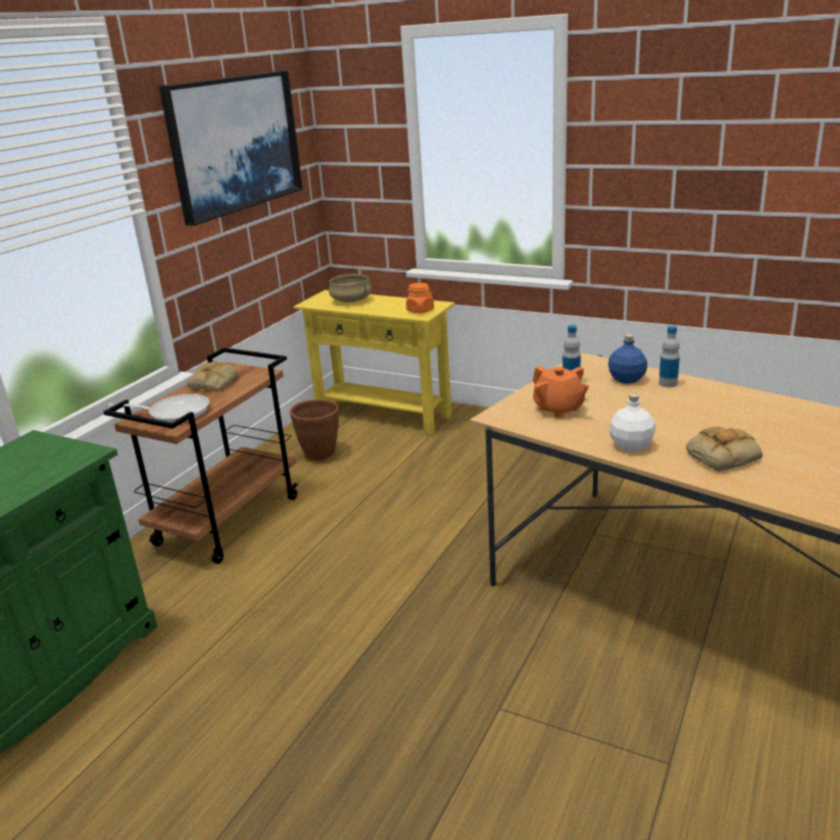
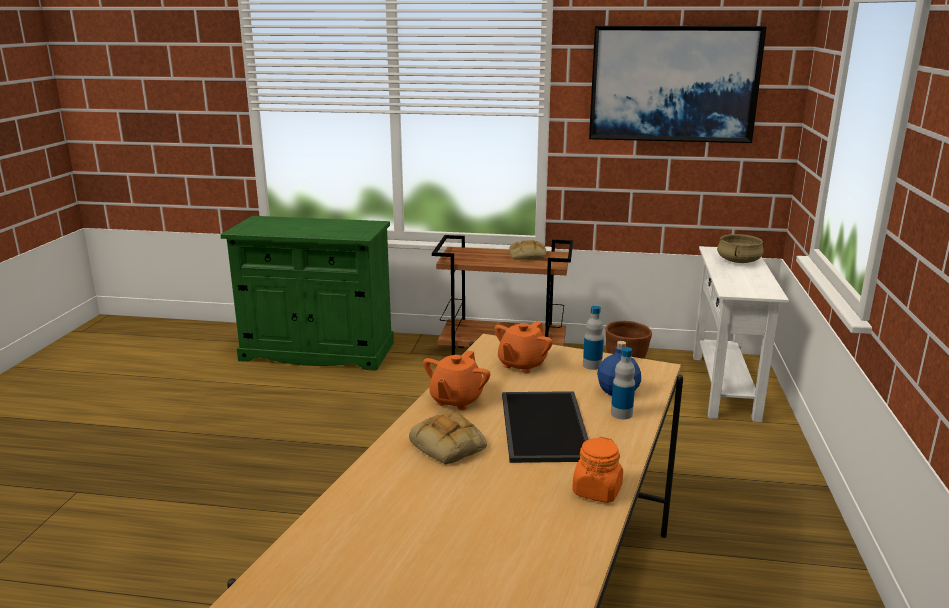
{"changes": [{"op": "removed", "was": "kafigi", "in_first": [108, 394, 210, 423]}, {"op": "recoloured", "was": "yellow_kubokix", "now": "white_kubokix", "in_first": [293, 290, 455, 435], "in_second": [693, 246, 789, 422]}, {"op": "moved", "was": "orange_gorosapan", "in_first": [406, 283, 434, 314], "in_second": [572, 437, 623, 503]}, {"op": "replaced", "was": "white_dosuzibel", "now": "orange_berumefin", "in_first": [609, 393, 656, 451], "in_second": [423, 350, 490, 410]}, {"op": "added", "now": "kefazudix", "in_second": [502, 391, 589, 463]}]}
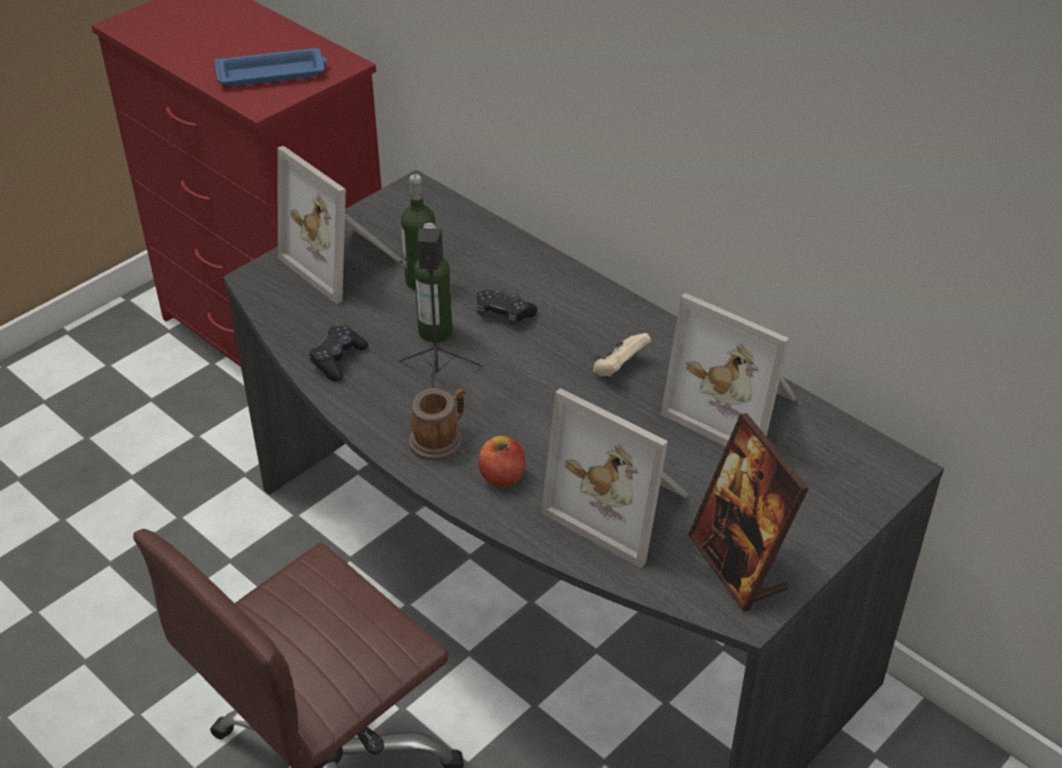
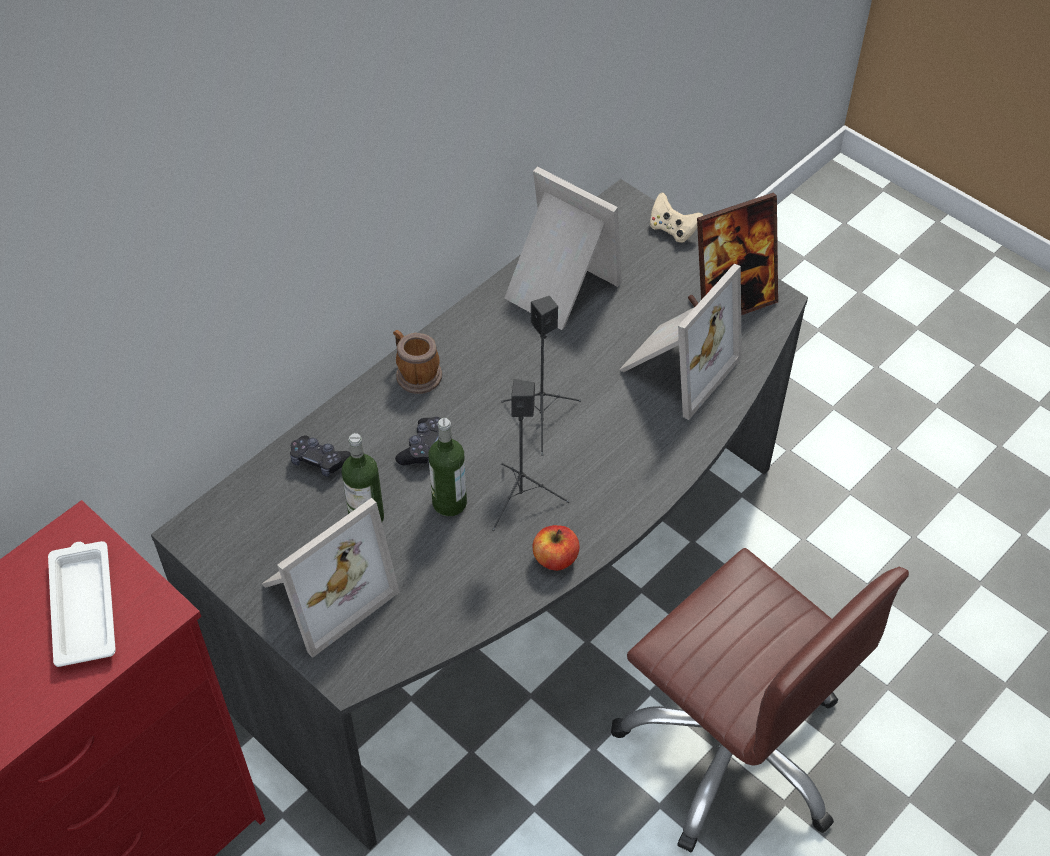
{"changes": [{"op": "recoloured", "was": "blue_kefazudix", "now": "white_kefazudix", "in_first": [214, 48, 328, 86], "in_second": [48, 541, 116, 667]}, {"op": "moved", "was": "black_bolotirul", "in_first": [309, 326, 369, 381], "in_second": [290, 435, 351, 477]}, {"op": "moved", "was": "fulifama", "in_first": [409, 388, 466, 460], "in_second": [393, 330, 442, 394]}, {"op": "moved", "was": "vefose", "in_first": [478, 436, 525, 487], "in_second": [533, 525, 579, 571]}, {"op": "moved", "was": "beige_bolotirul", "in_first": [593, 333, 651, 377], "in_second": [650, 192, 703, 243]}, {"op": "turned", "was": "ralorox", "in_first": [661, 293, 796, 447], "in_second": [504, 167, 622, 330], "clockwise": -90}, {"op": "added", "now": "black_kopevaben", "in_second": [501, 296, 581, 456]}]}
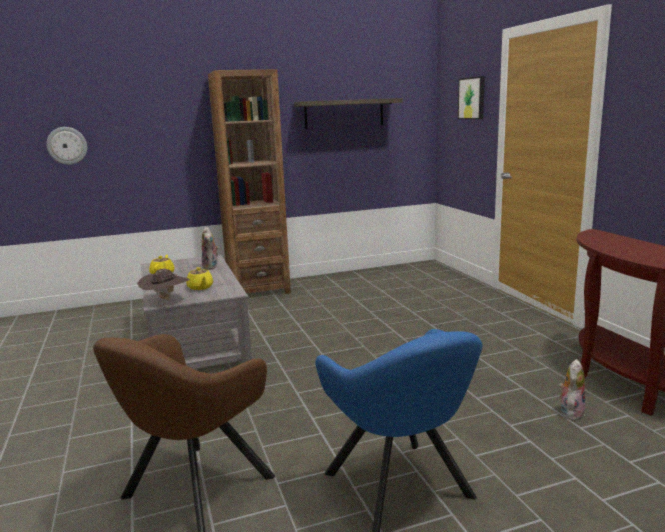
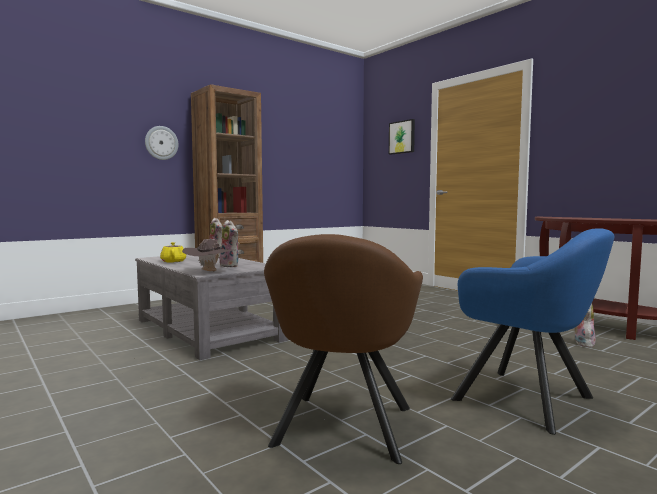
{"changes": [{"op": "moved", "was": "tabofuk", "in_first": [46, 127, 87, 165], "in_second": [145, 126, 179, 160]}, {"op": "replaced", "was": "yellow_berumefin", "now": "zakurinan", "in_first": [186, 267, 213, 290], "in_second": [219, 220, 240, 267]}, {"op": "removed", "was": "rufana", "in_first": [294, 98, 403, 129]}]}
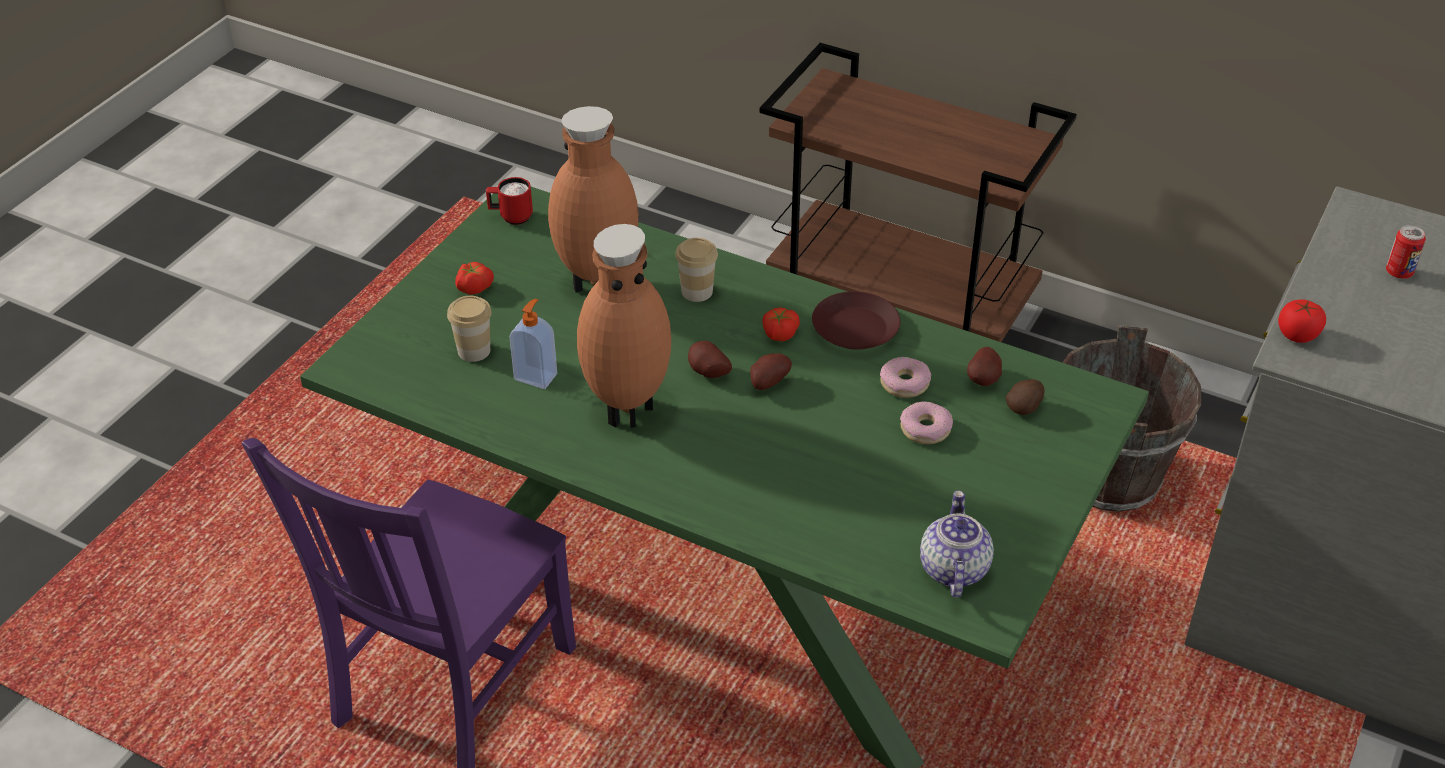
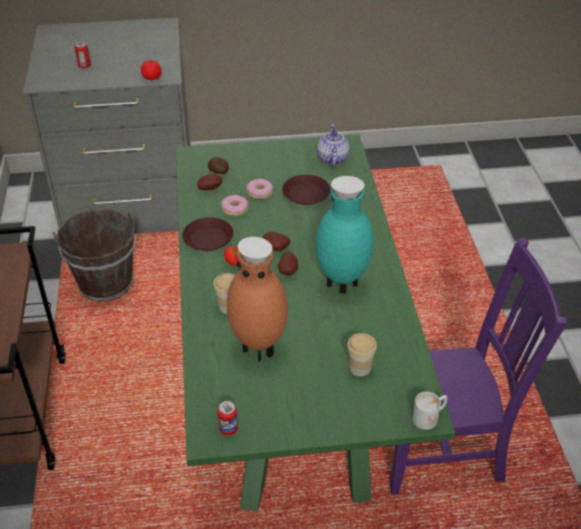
{"changes": [{"op": "removed", "was": "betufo", "in_first": [455, 262, 494, 294]}, {"op": "replaced", "was": "red_fulifama", "now": "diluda", "in_first": [486, 177, 533, 225], "in_second": [217, 401, 238, 436]}, {"op": "removed", "was": "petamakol", "in_first": [509, 299, 557, 389]}, {"op": "recoloured", "was": "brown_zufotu", "now": "turquoise_zufotu", "in_first": [577, 224, 671, 428], "in_second": [316, 176, 373, 293]}, {"op": "turned", "was": "berumefin", "in_first": [920, 490, 994, 598], "in_second": [317, 125, 350, 166], "clockwise": 120}, {"op": "added", "now": "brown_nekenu", "in_second": [282, 175, 330, 205]}, {"op": "added", "now": "white_fulifama", "in_second": [412, 392, 447, 430]}]}
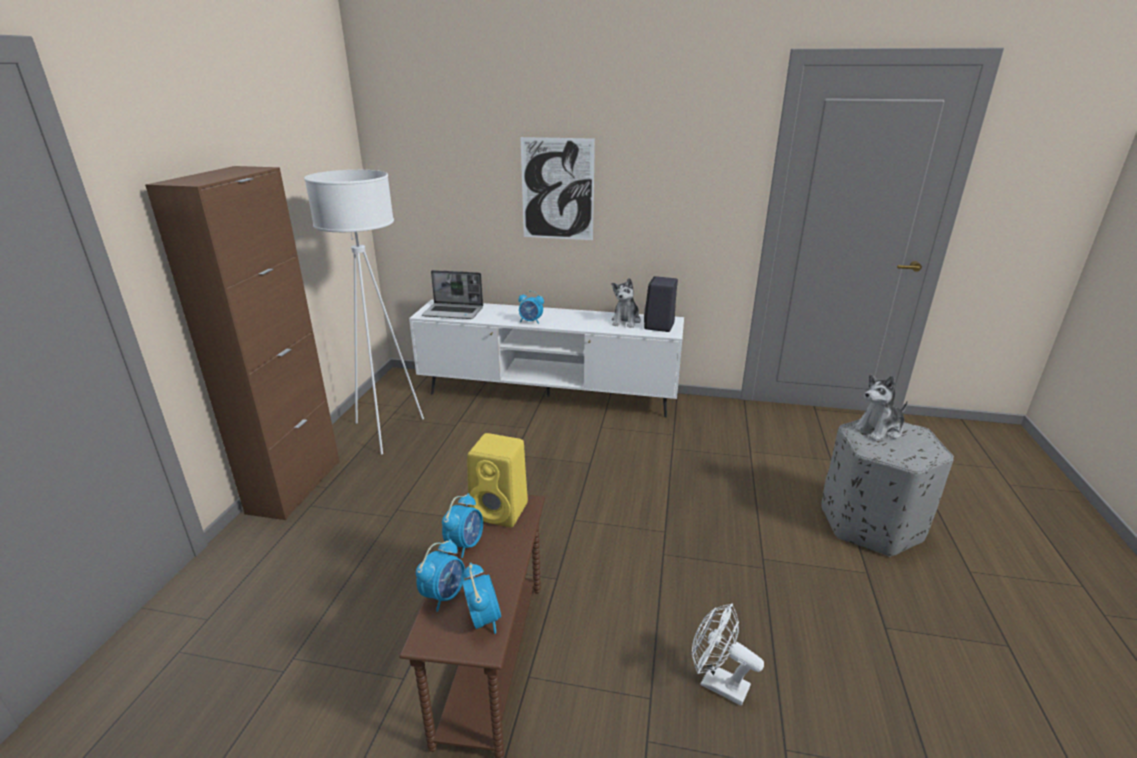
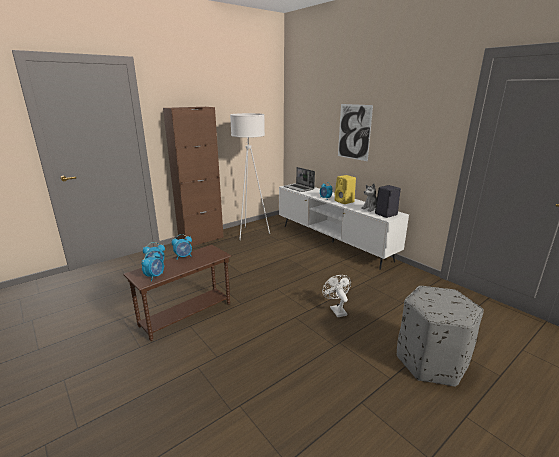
{"changes": [{"op": "moved", "was": "yellow_kopevaben", "in_first": [467, 433, 528, 527], "in_second": [335, 175, 356, 204]}, {"op": "moved", "was": "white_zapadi", "in_first": [691, 604, 764, 706], "in_second": [322, 275, 351, 317]}, {"op": "removed", "was": "zakurinan", "in_first": [853, 374, 908, 441]}]}
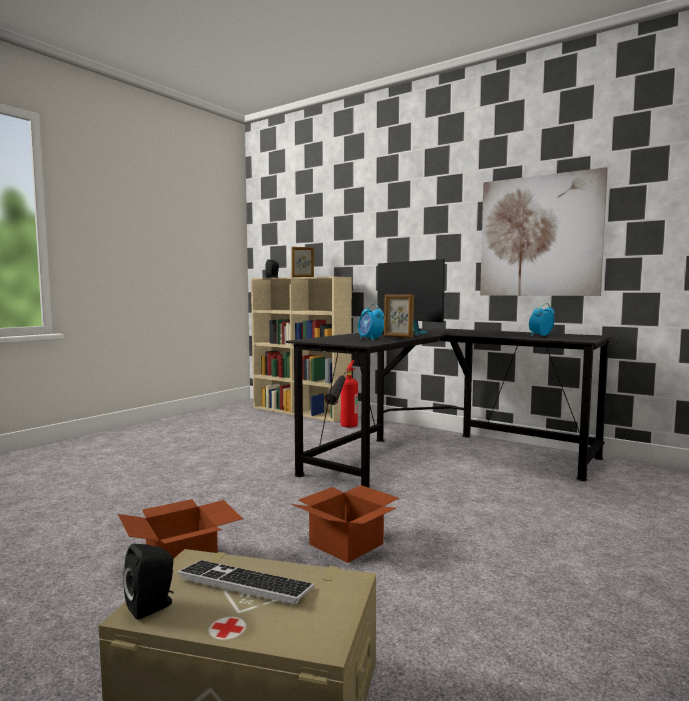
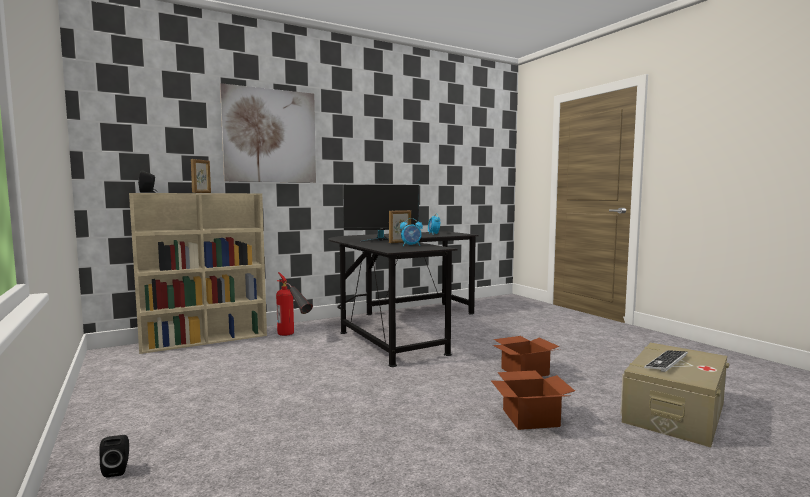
{"changes": [{"op": "moved", "was": "black_kopevaben", "in_first": [123, 544, 174, 620], "in_second": [99, 435, 129, 477]}, {"op": "moved", "was": "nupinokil", "in_first": [480, 167, 608, 296], "in_second": [220, 83, 316, 183]}]}
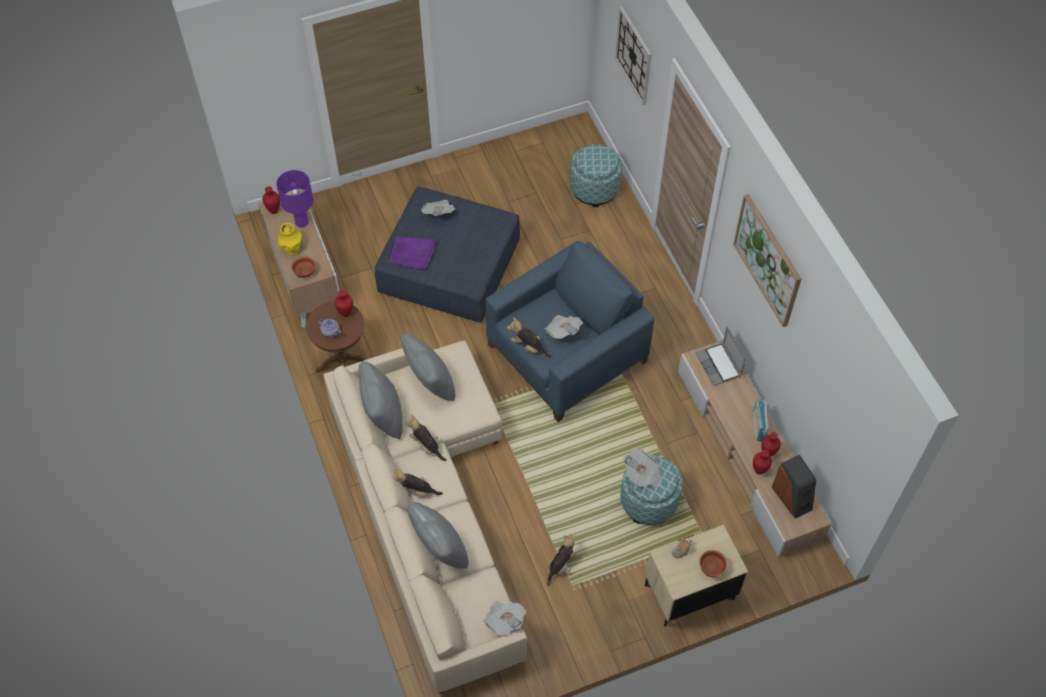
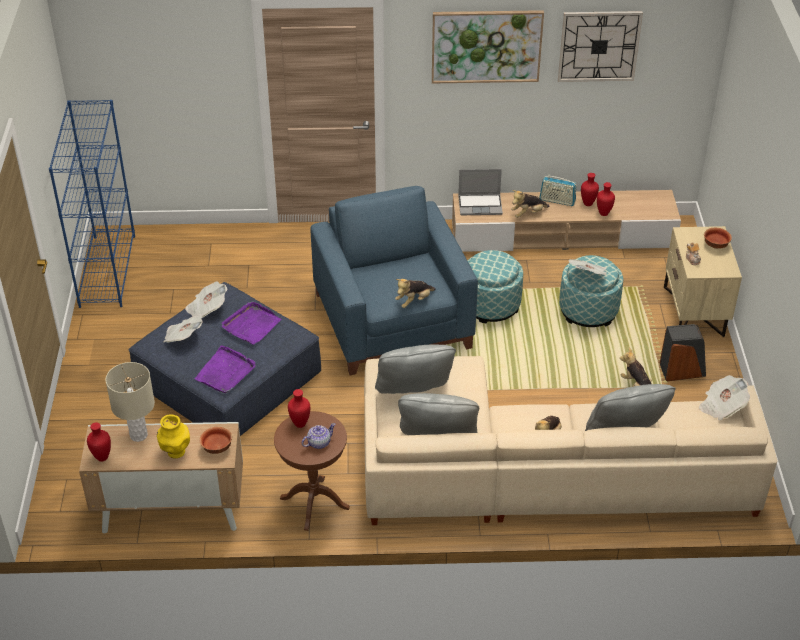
{"changes": [{"op": "recoloured", "was": "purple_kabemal", "now": "beige_kabemal", "in_first": [276, 170, 314, 228], "in_second": [106, 362, 155, 442]}, {"op": "moved", "was": "zakurinan", "in_first": [405, 415, 446, 461], "in_second": [511, 190, 550, 218]}, {"op": "moved", "was": "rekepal", "in_first": [545, 315, 583, 339], "in_second": [185, 281, 228, 318]}, {"op": "moved", "was": "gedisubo", "in_first": [570, 144, 622, 207], "in_second": [467, 250, 523, 324]}, {"op": "moved", "was": "tabofuk", "in_first": [615, 7, 652, 105], "in_second": [558, 11, 643, 82]}, {"op": "moved", "was": "kopevaben", "in_first": [772, 455, 816, 519], "in_second": [659, 324, 706, 381]}, {"op": "added", "now": "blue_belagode", "in_second": [49, 100, 135, 308]}, {"op": "added", "now": "purple_kefazudix", "in_second": [222, 301, 281, 345]}]}
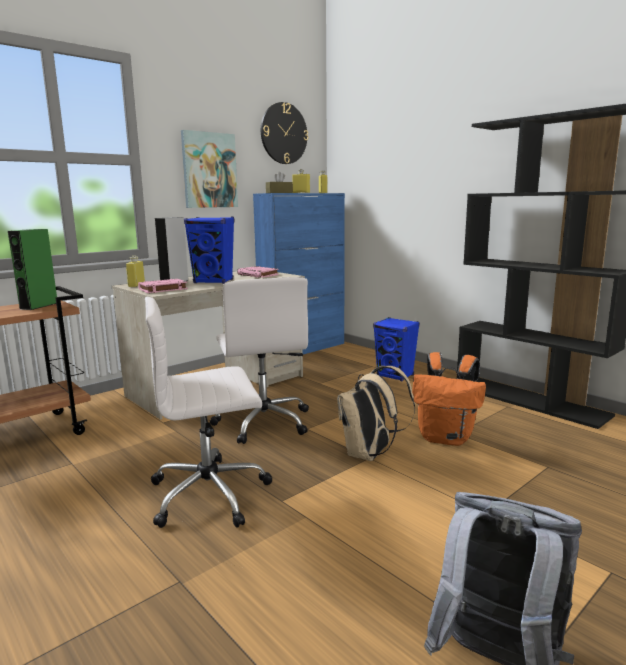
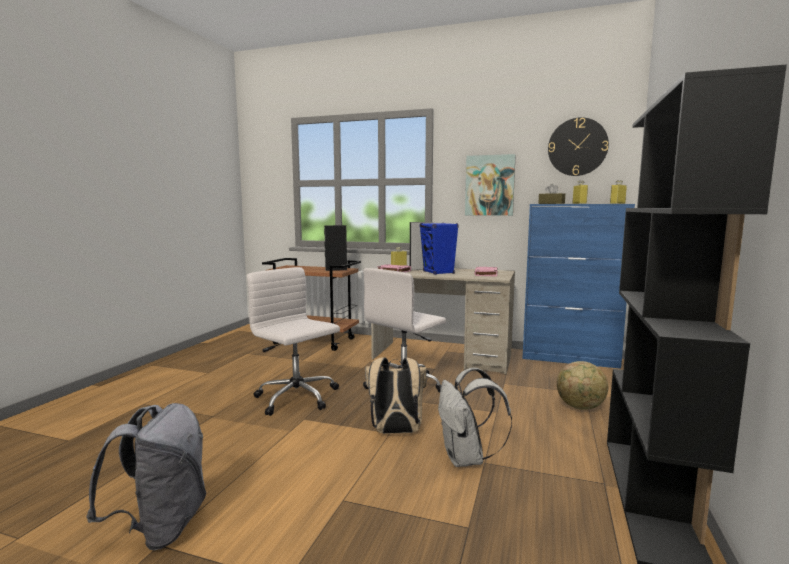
{"changes": [{"op": "recoloured", "was": "green_kopevaben", "now": "black_kopevaben", "in_first": [8, 229, 57, 310], "in_second": [324, 225, 347, 271]}, {"op": "replaced", "was": "blue_kopevaben", "now": "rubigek", "in_first": [373, 317, 420, 381], "in_second": [557, 361, 608, 410]}, {"op": "recoloured", "was": "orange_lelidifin", "now": "white_lelidifin", "in_first": [412, 352, 486, 446], "in_second": [438, 368, 512, 467]}]}
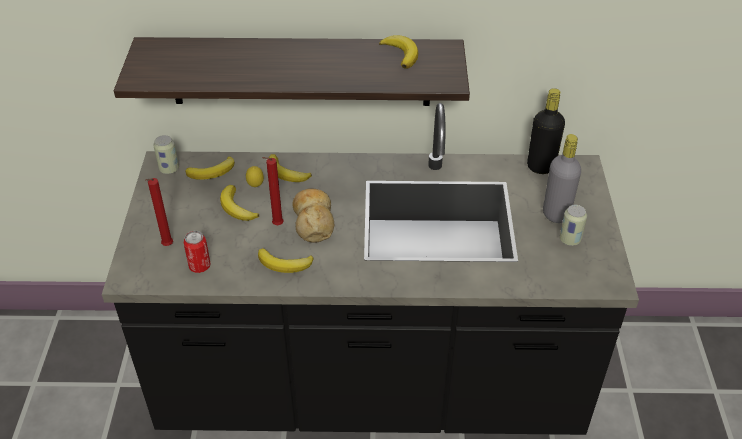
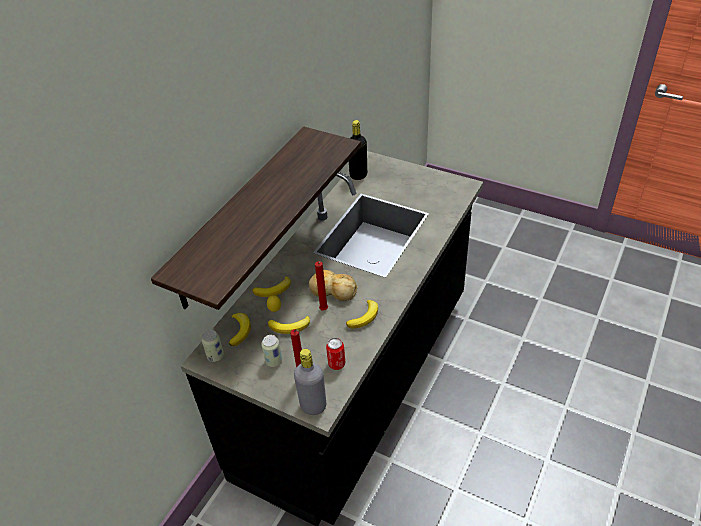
{"changes": [{"op": "removed", "was": "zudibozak", "in_first": [379, 35, 418, 69]}, {"op": "moved", "was": "grey_dosuzibel", "in_first": [543, 134, 581, 223], "in_second": [294, 349, 327, 415]}, {"op": "moved", "was": "diluda", "in_first": [559, 205, 587, 246], "in_second": [261, 335, 282, 367]}]}
